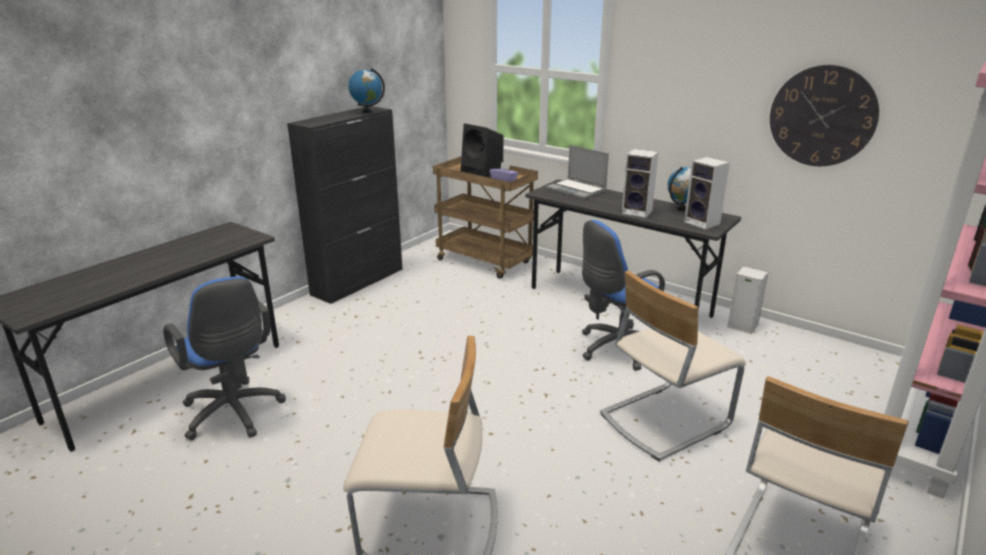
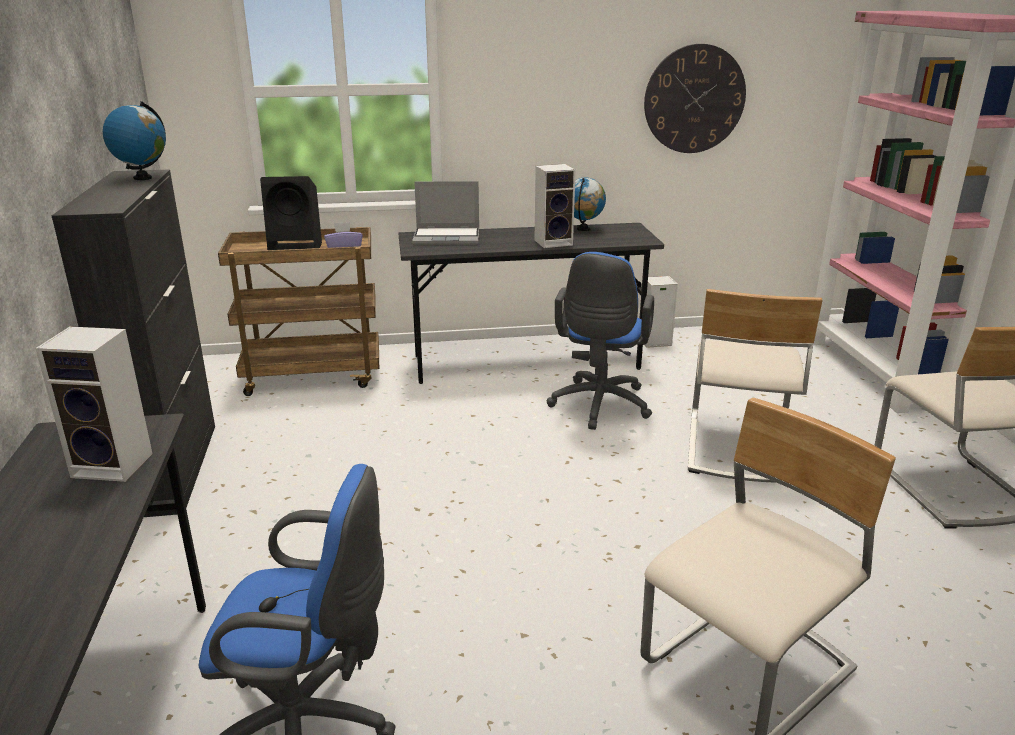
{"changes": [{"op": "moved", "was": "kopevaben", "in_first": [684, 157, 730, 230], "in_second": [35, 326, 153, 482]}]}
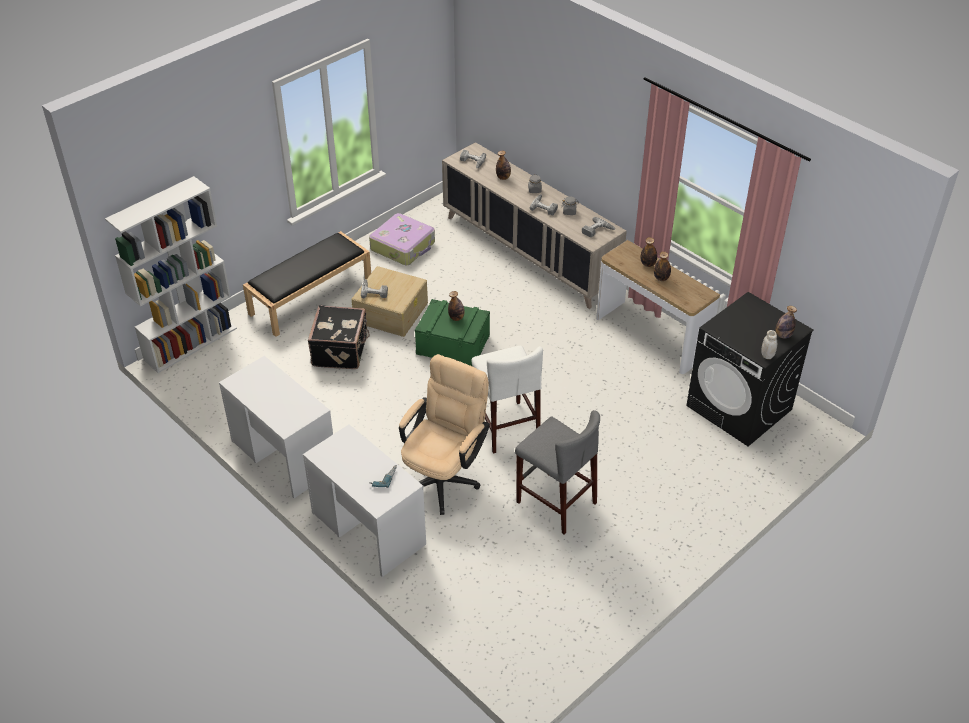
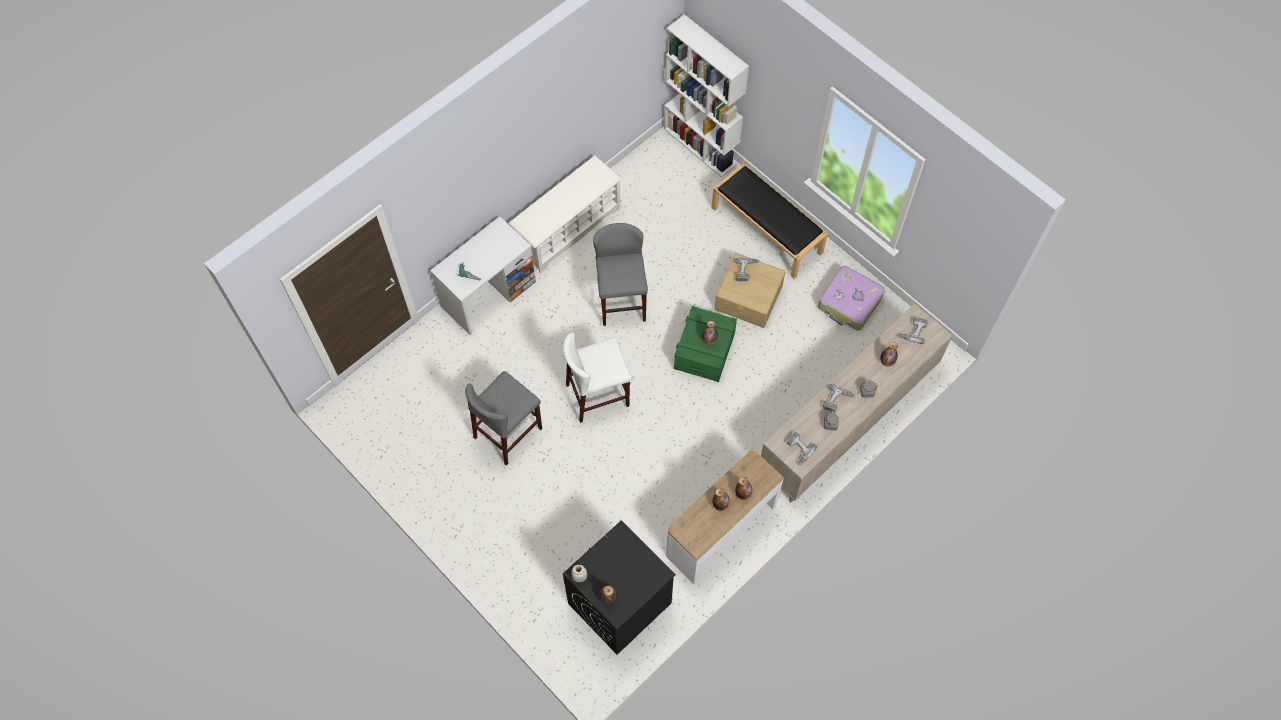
{"changes": [{"op": "replaced", "was": "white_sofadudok", "now": "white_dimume", "in_first": [219, 356, 333, 498], "in_second": [508, 156, 622, 273]}, {"op": "removed", "was": "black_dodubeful", "in_first": [308, 305, 370, 369]}, {"op": "removed", "was": "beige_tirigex", "in_first": [399, 354, 490, 515]}, {"op": "added", "now": "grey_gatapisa", "in_second": [593, 223, 648, 326]}]}
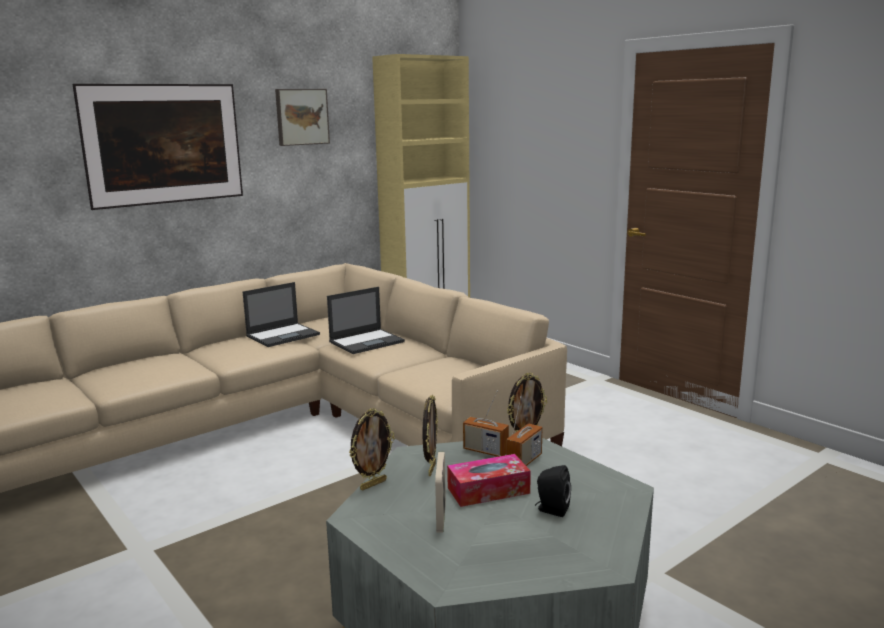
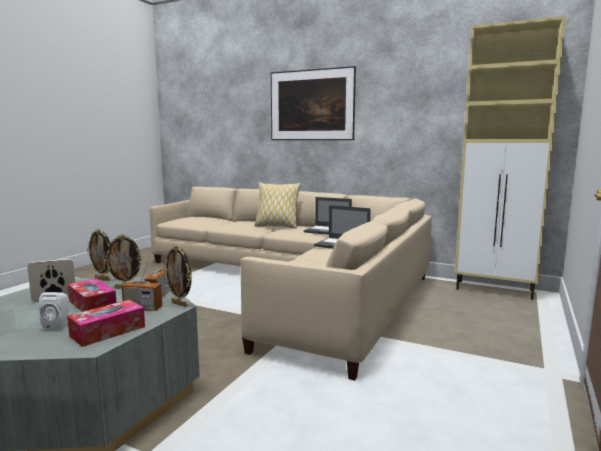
{"changes": [{"op": "removed", "was": "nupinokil", "in_first": [275, 89, 330, 146]}, {"op": "recoloured", "was": "black_kopevaben", "now": "white_kopevaben", "in_first": [535, 465, 571, 517], "in_second": [39, 292, 69, 330]}, {"op": "added", "now": "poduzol", "in_second": [67, 300, 145, 347]}, {"op": "added", "now": "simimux", "in_second": [254, 182, 301, 229]}]}
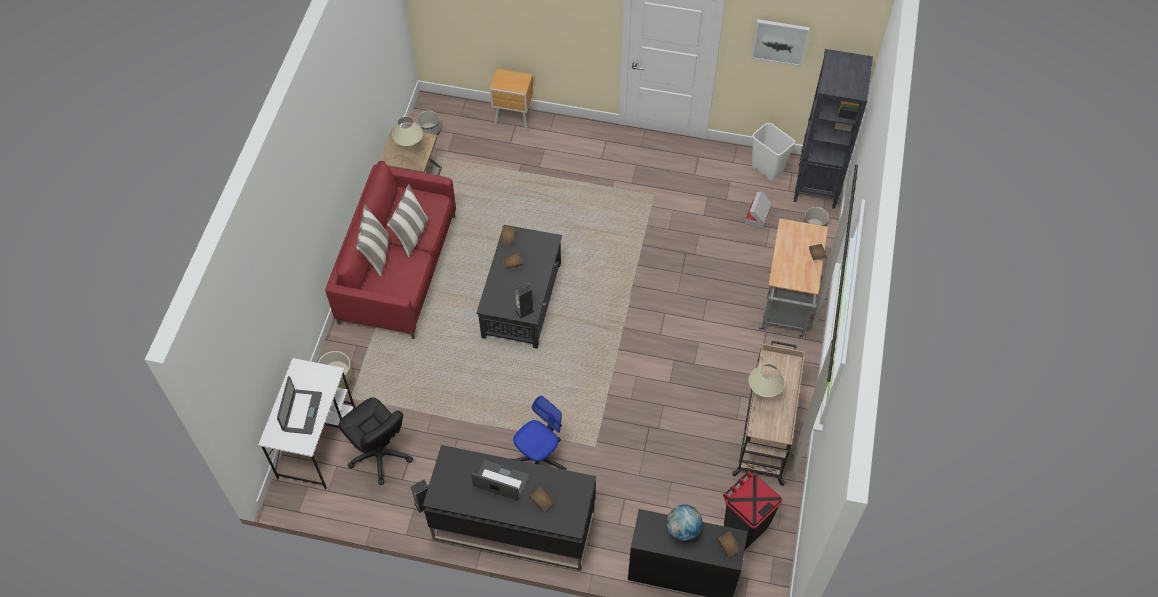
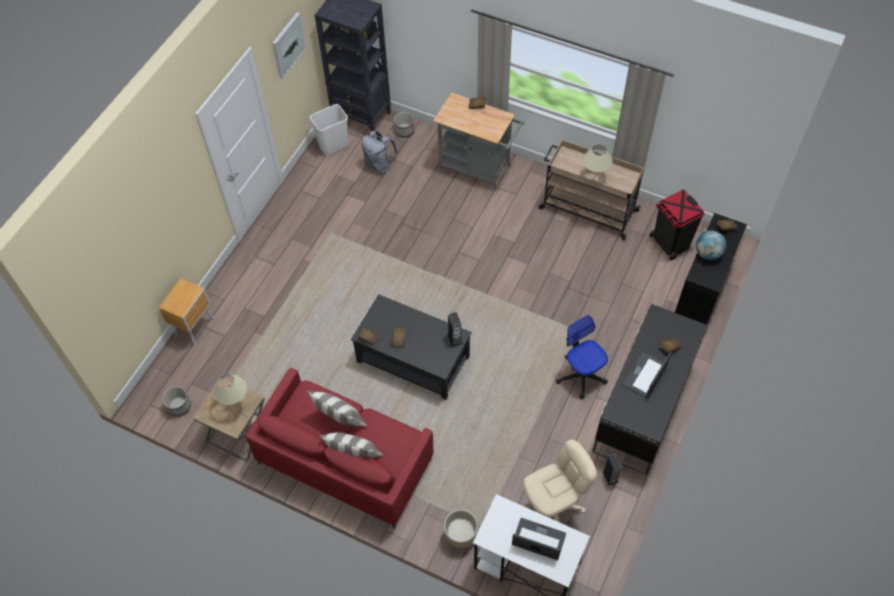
{"changes": [{"op": "recoloured", "was": "black_tirigex", "now": "beige_tirigex", "in_first": [339, 397, 413, 485], "in_second": [523, 440, 597, 522]}, {"op": "replaced", "was": "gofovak", "now": "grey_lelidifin", "in_first": [745, 191, 772, 229], "in_second": [362, 131, 397, 173]}]}
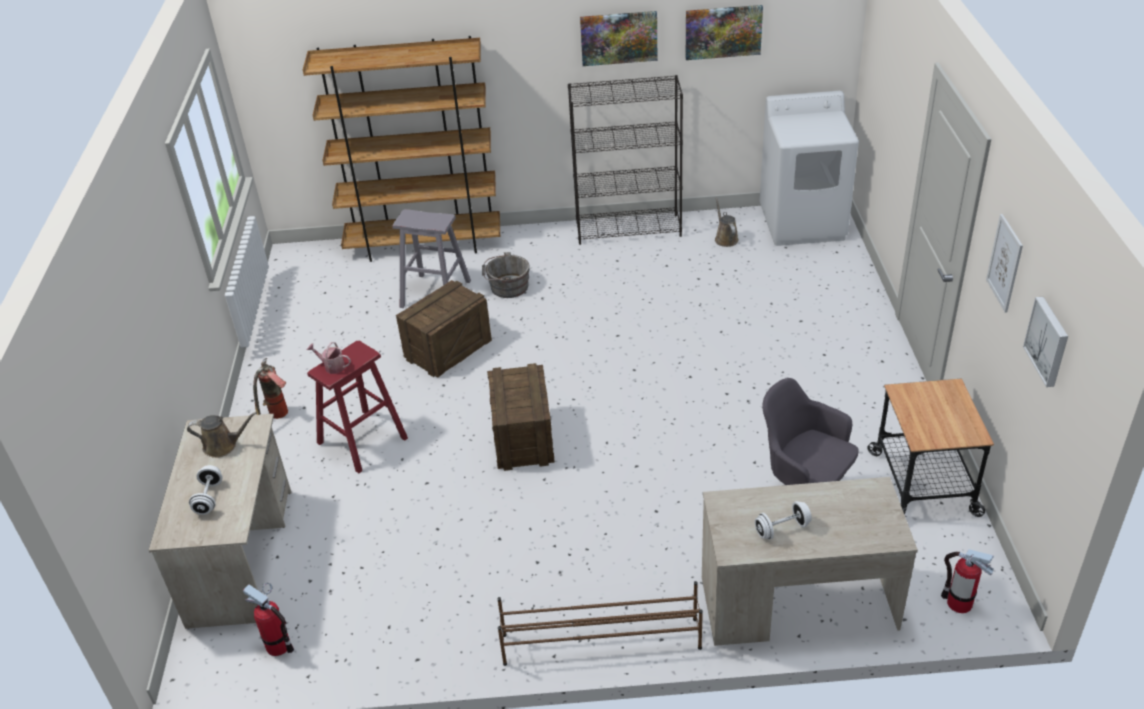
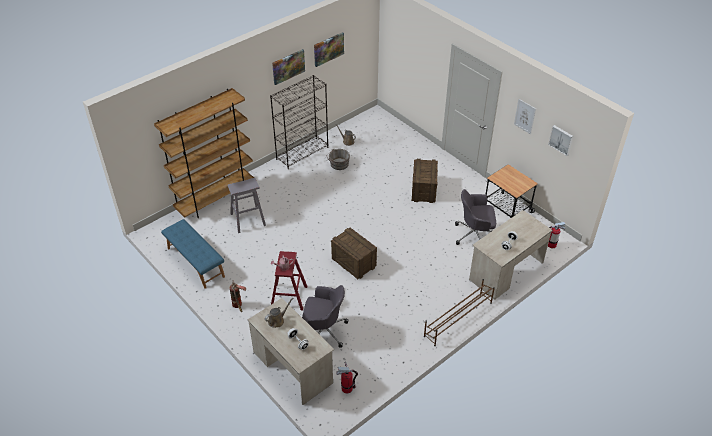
{"changes": [{"op": "moved", "was": "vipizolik", "in_first": [396, 280, 492, 378], "in_second": [412, 159, 438, 203]}, {"op": "moved", "was": "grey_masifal", "in_first": [482, 252, 530, 298], "in_second": [327, 149, 350, 170]}, {"op": "removed", "was": "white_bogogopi", "in_first": [760, 91, 859, 246]}, {"op": "added", "now": "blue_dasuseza", "in_second": [161, 219, 225, 289]}, {"op": "added", "now": "grey_tirigex", "in_second": [302, 285, 348, 348]}]}
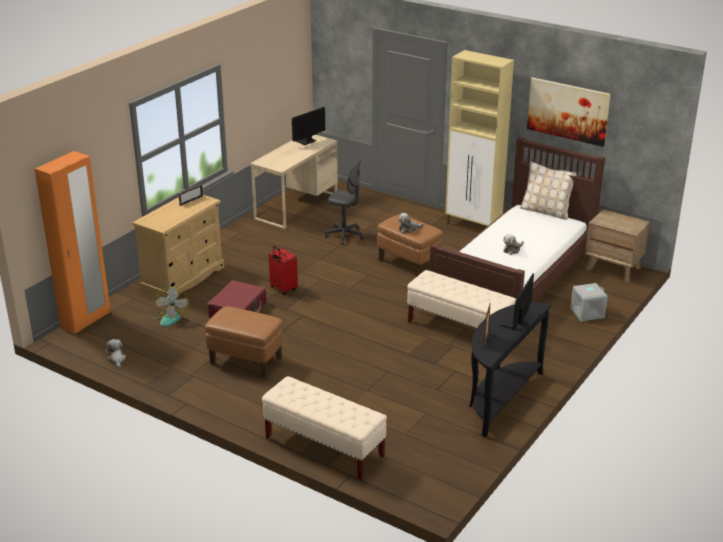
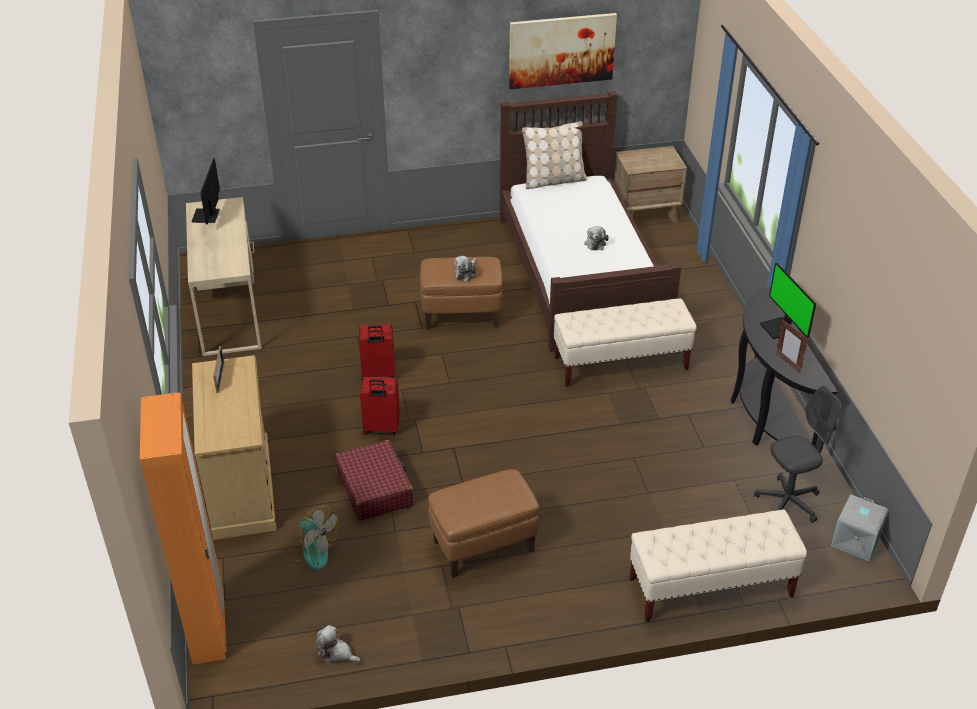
{"changes": [{"op": "moved", "was": "grey_tirigex", "in_first": [325, 160, 364, 245], "in_second": [754, 386, 842, 523]}, {"op": "removed", "was": "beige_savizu", "in_first": [445, 50, 514, 226]}, {"op": "moved", "was": "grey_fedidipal", "in_first": [570, 283, 608, 321], "in_second": [831, 494, 888, 561]}, {"op": "added", "now": "red_dodubeful", "in_second": [359, 324, 395, 381]}]}
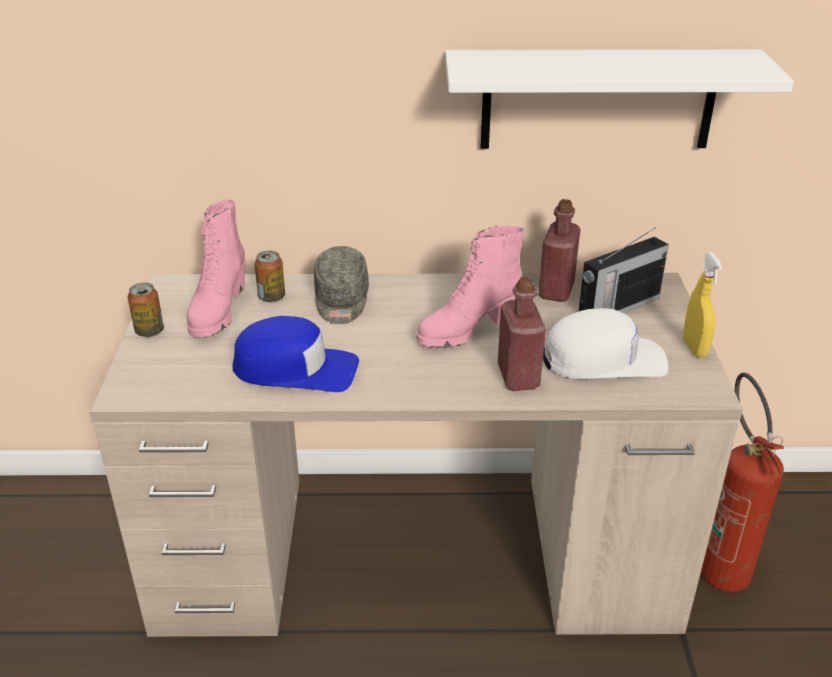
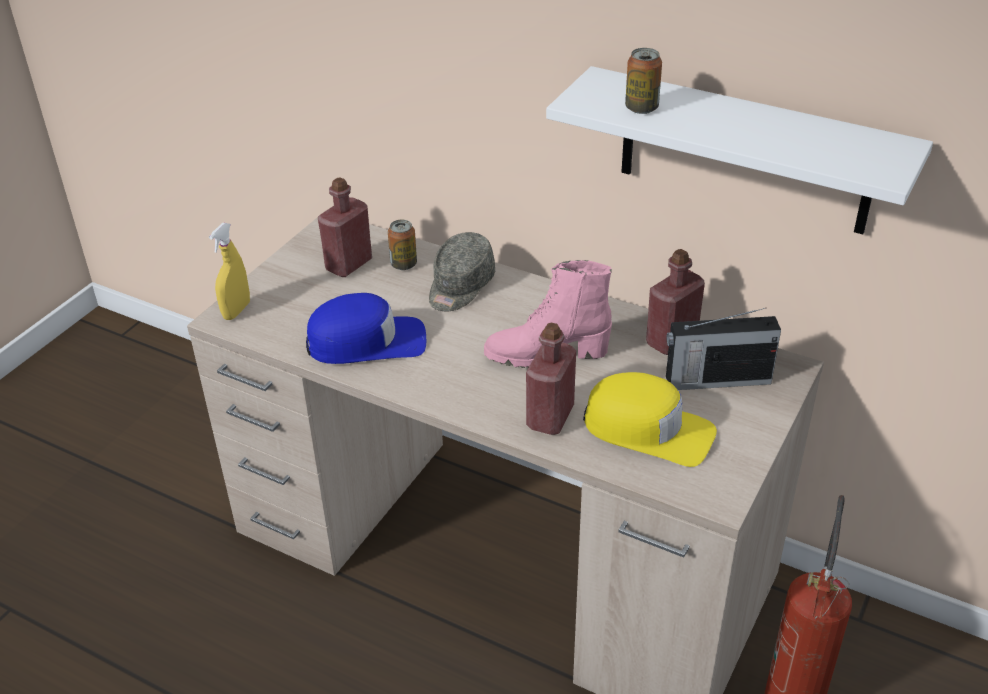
{"changes": [{"op": "moved", "was": "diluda", "in_first": [128, 283, 164, 337], "in_second": [625, 48, 662, 114]}, {"op": "replaced", "was": "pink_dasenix", "now": "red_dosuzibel", "in_first": [186, 200, 245, 338], "in_second": [318, 177, 372, 277]}, {"op": "turned", "was": "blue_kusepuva", "in_first": [232, 316, 359, 392], "in_second": [306, 293, 426, 364], "clockwise": -45}, {"op": "recoloured", "was": "white_kusepuva", "now": "yellow_kusepuva", "in_first": [543, 308, 668, 379], "in_second": [583, 372, 717, 467]}, {"op": "moved", "was": "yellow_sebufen", "in_first": [683, 252, 723, 358], "in_second": [209, 223, 250, 320]}]}
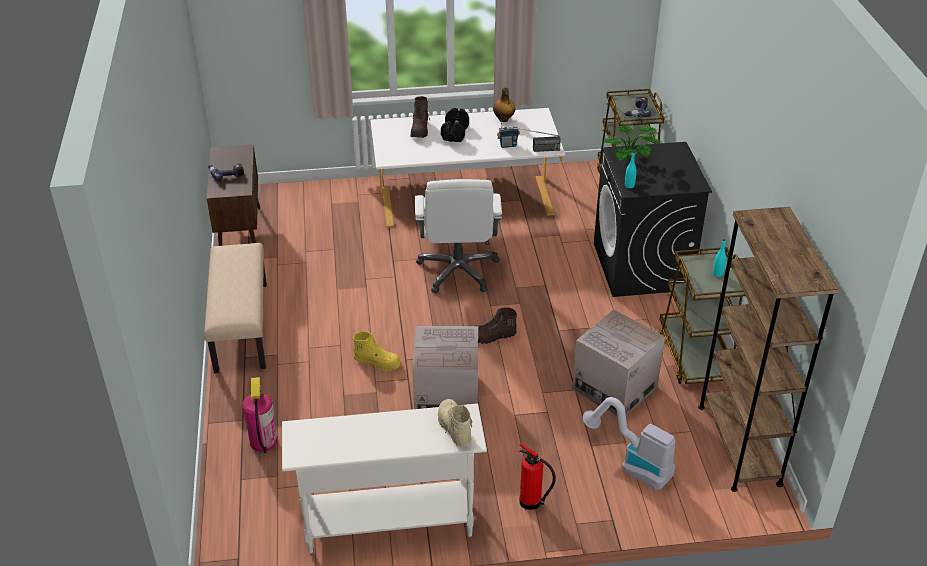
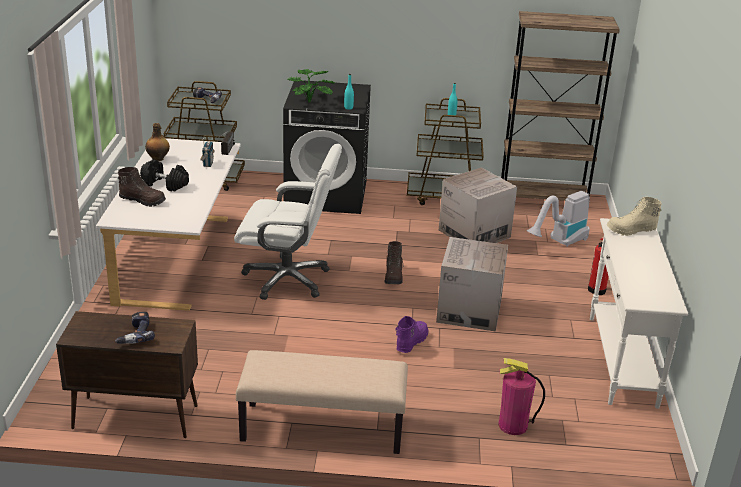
{"changes": [{"op": "recoloured", "was": "yellow_dasenix", "now": "purple_dasenix", "in_first": [353, 332, 401, 371], "in_second": [395, 316, 428, 353]}]}
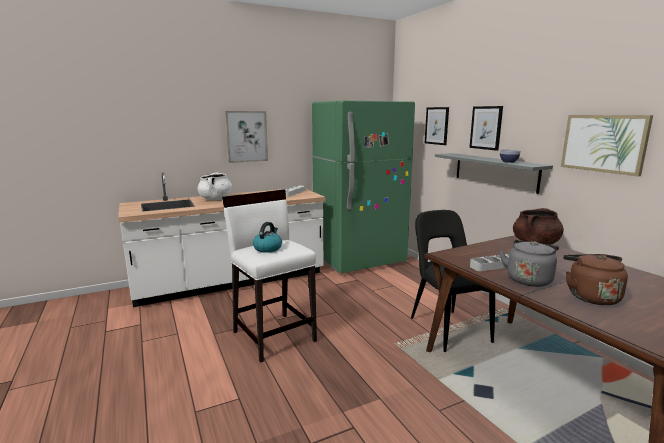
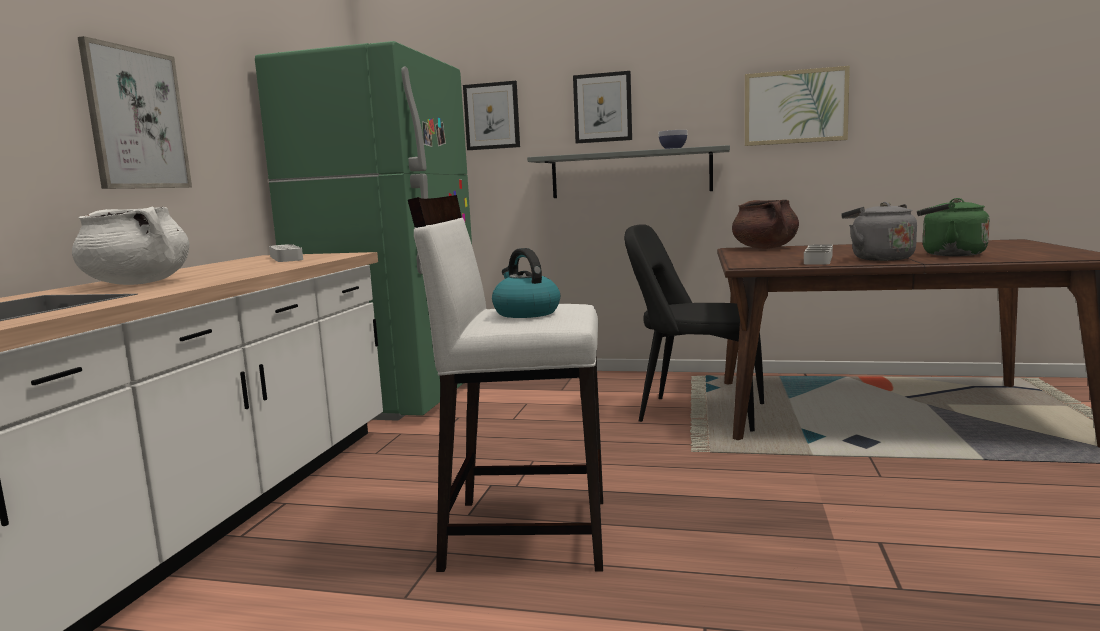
{"changes": [{"op": "recoloured", "was": "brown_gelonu", "now": "green_gelonu", "in_first": [563, 254, 628, 305], "in_second": [917, 198, 990, 256]}]}
